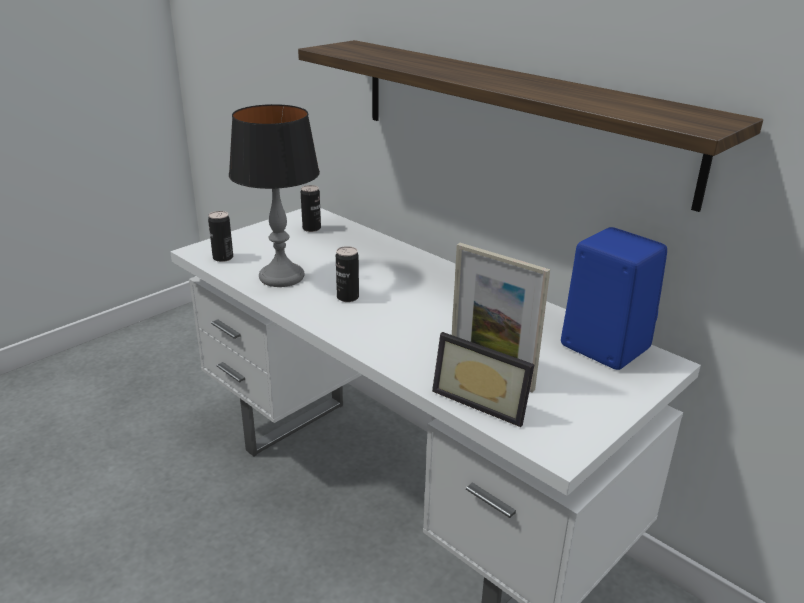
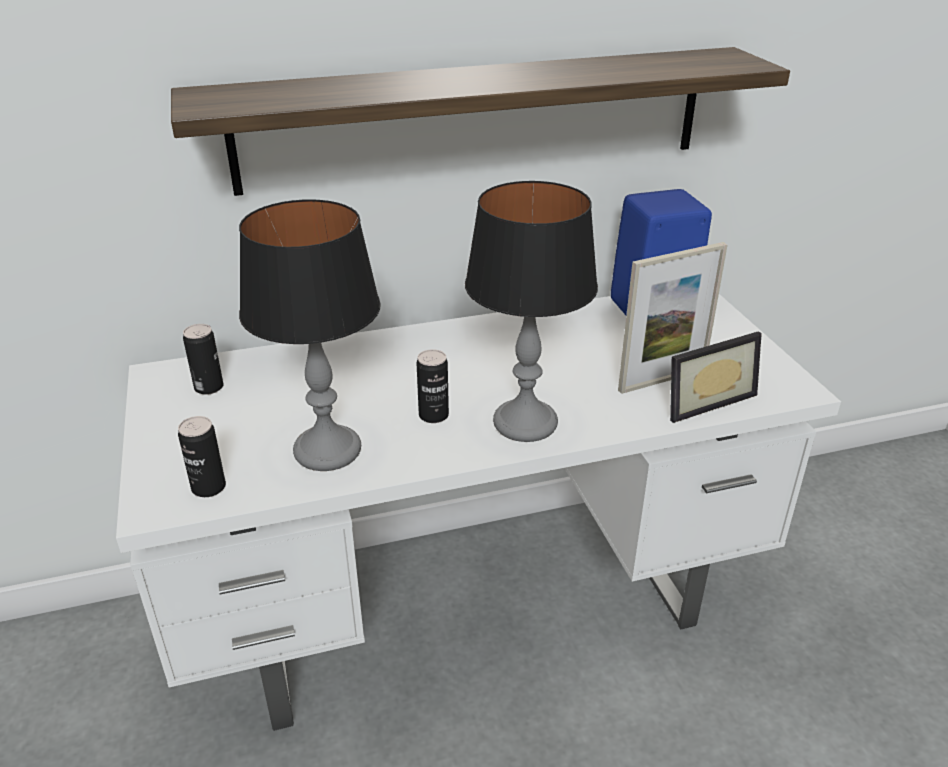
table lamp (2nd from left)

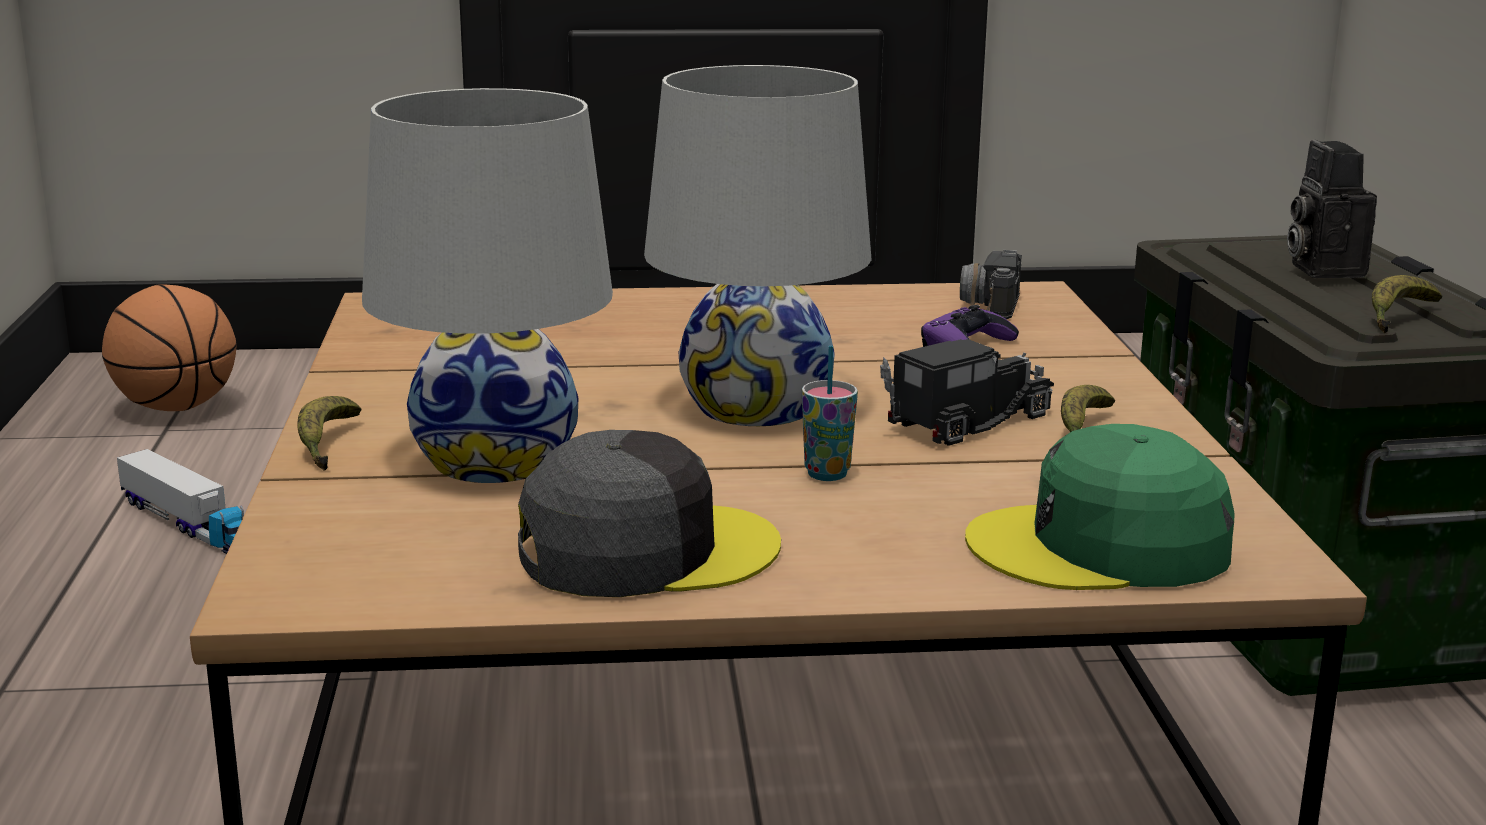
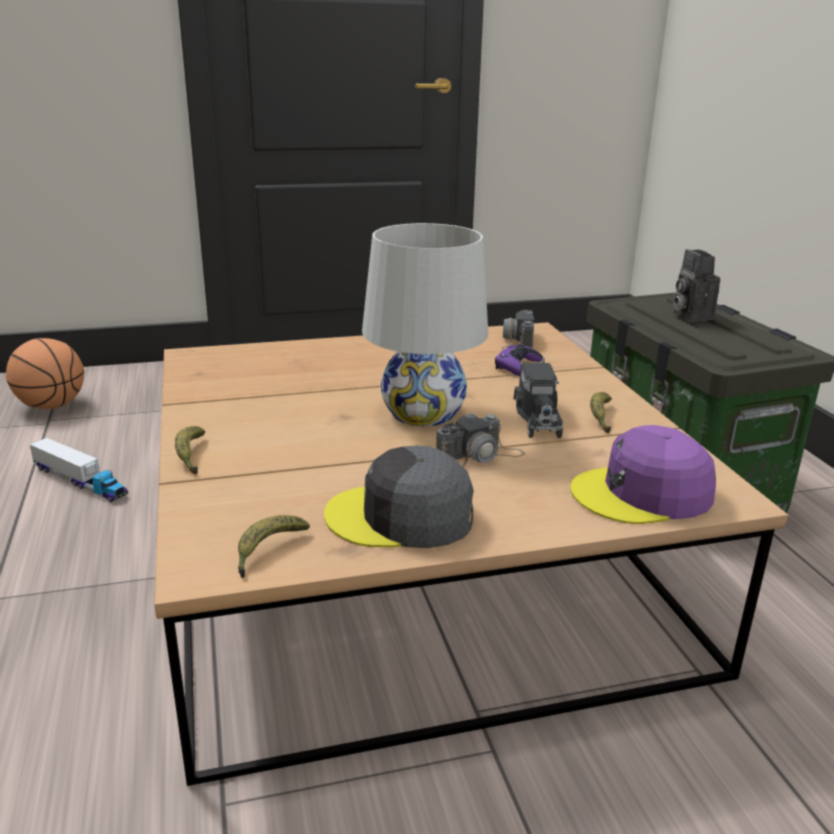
white table lamp (1st from left in the first image); grey cap; photo camera (1st from left); toy truck (2nd from left); purple cap; banana (2nd from left)

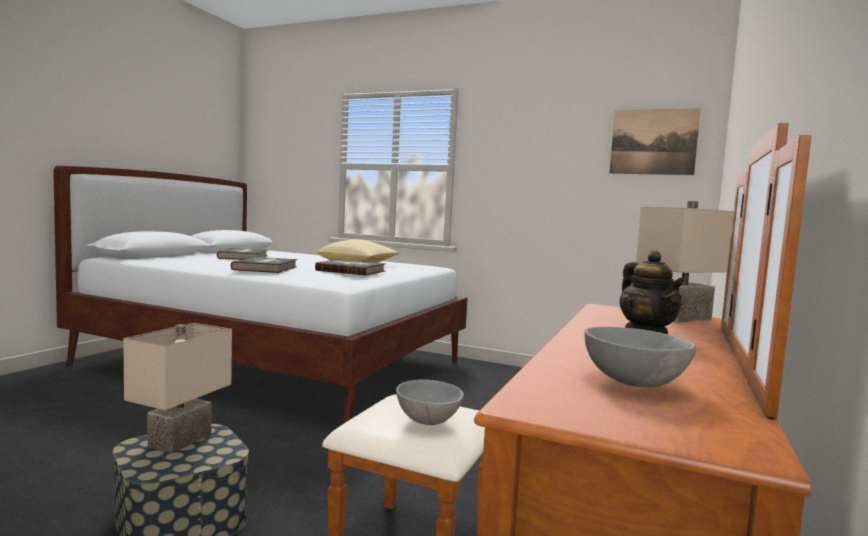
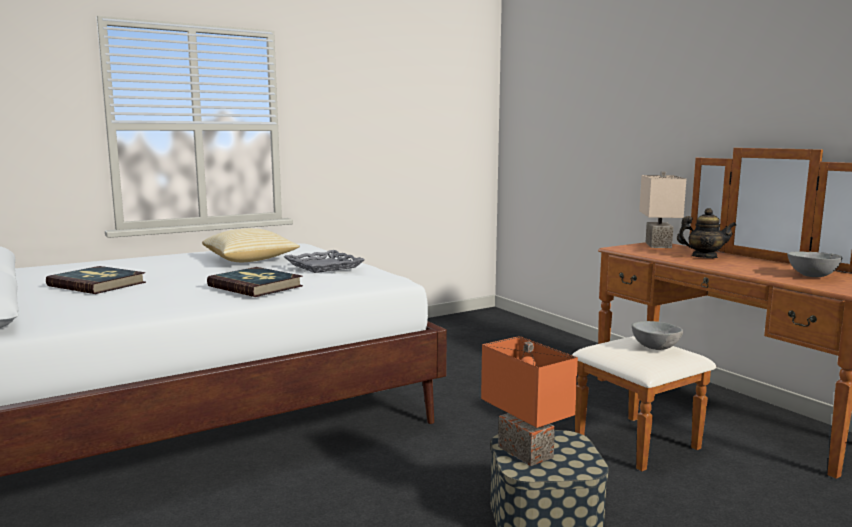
orange table lamp; grey tray; picture

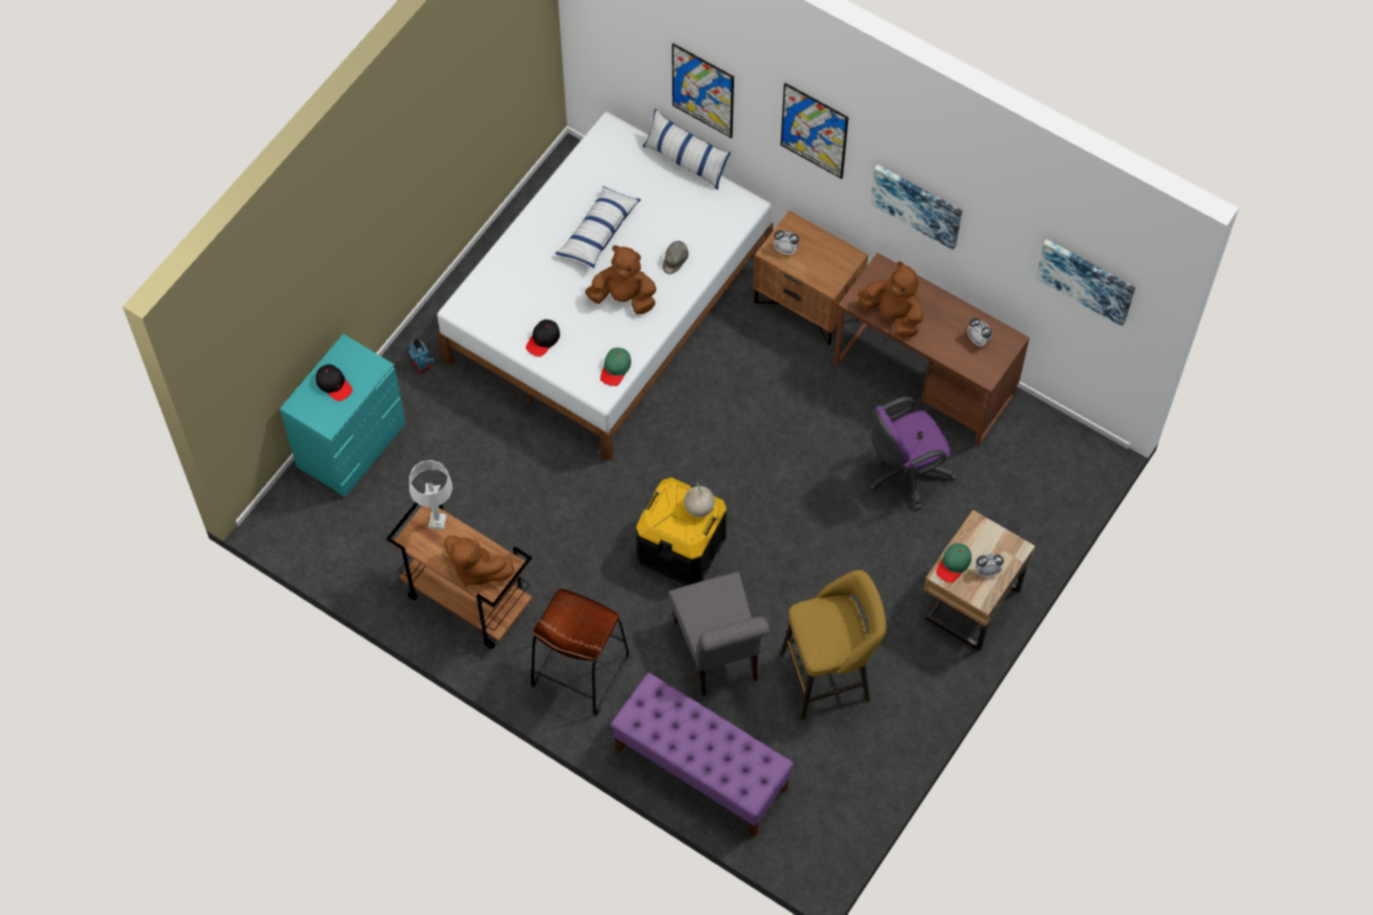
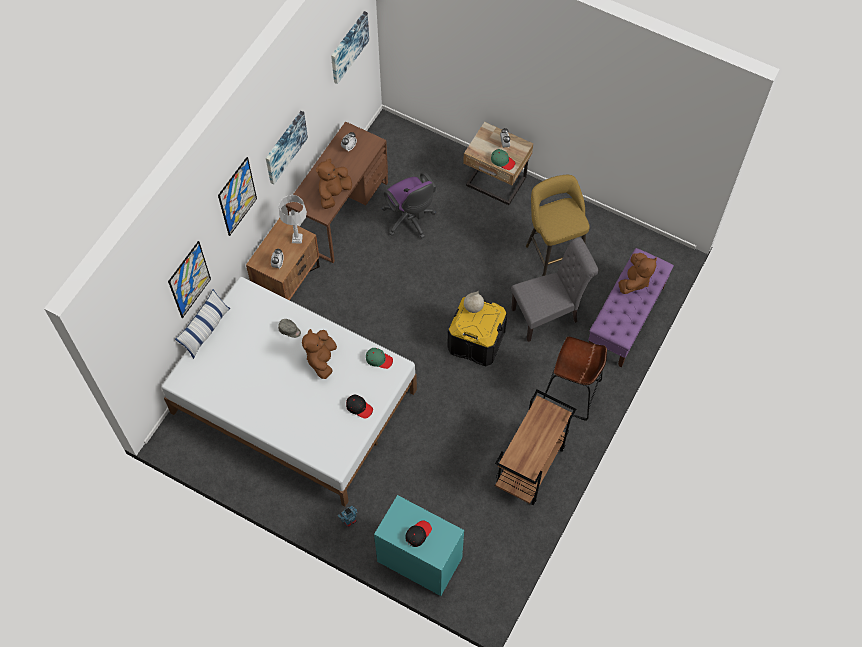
grey table lamp; brown plush toy (3rd from left); pillow (1st from left in the first image)

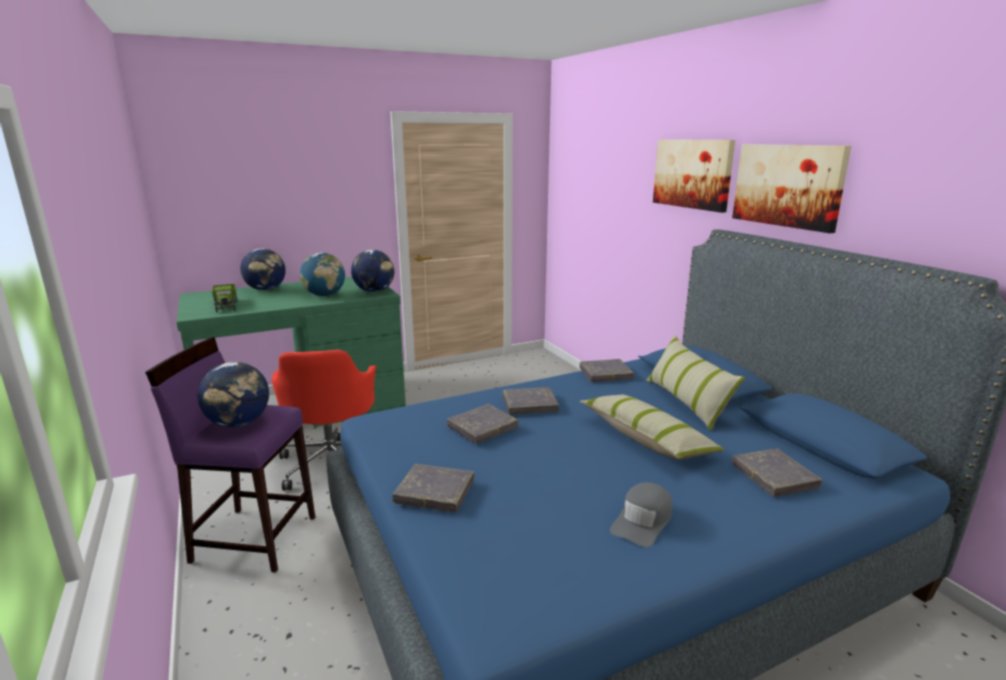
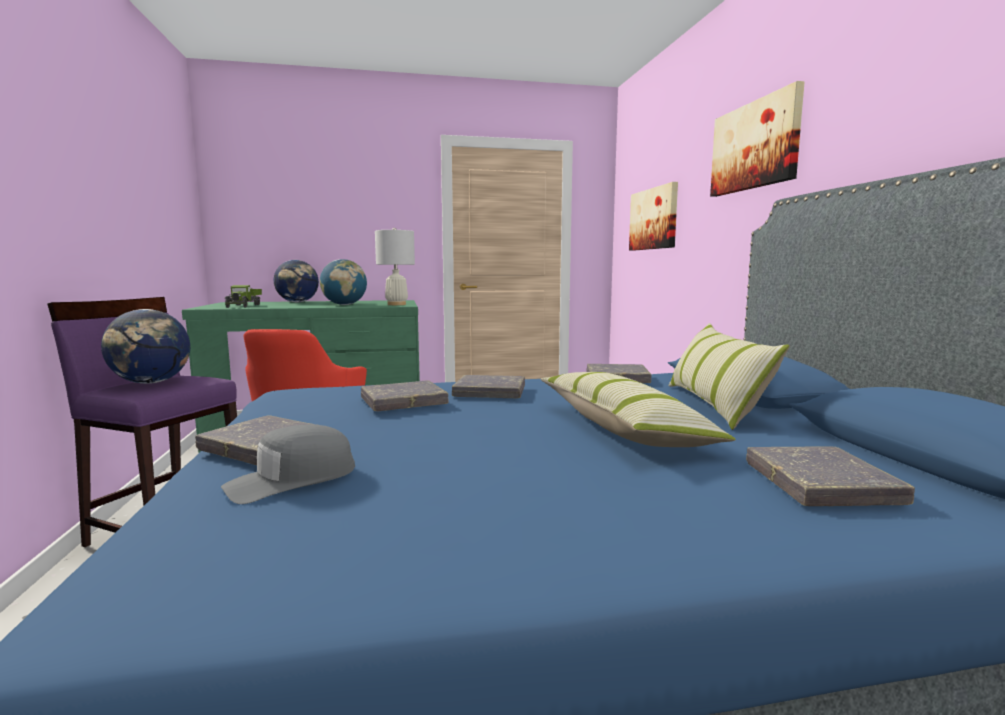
white table lamp; grey cap; picture (1st from left)

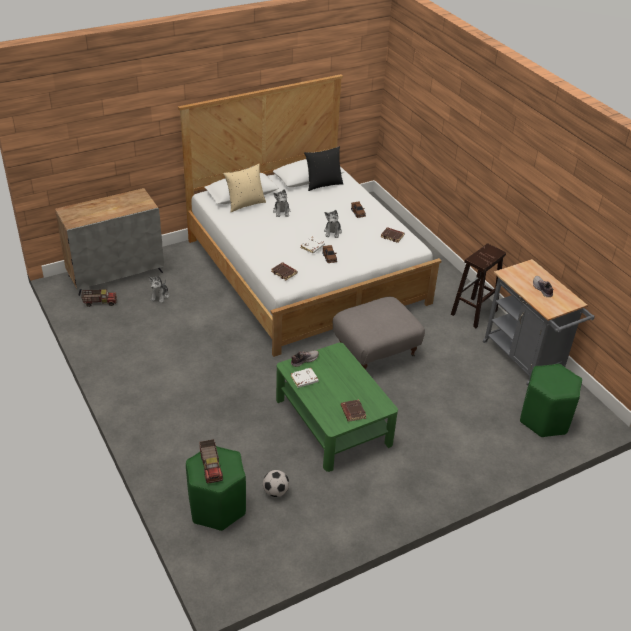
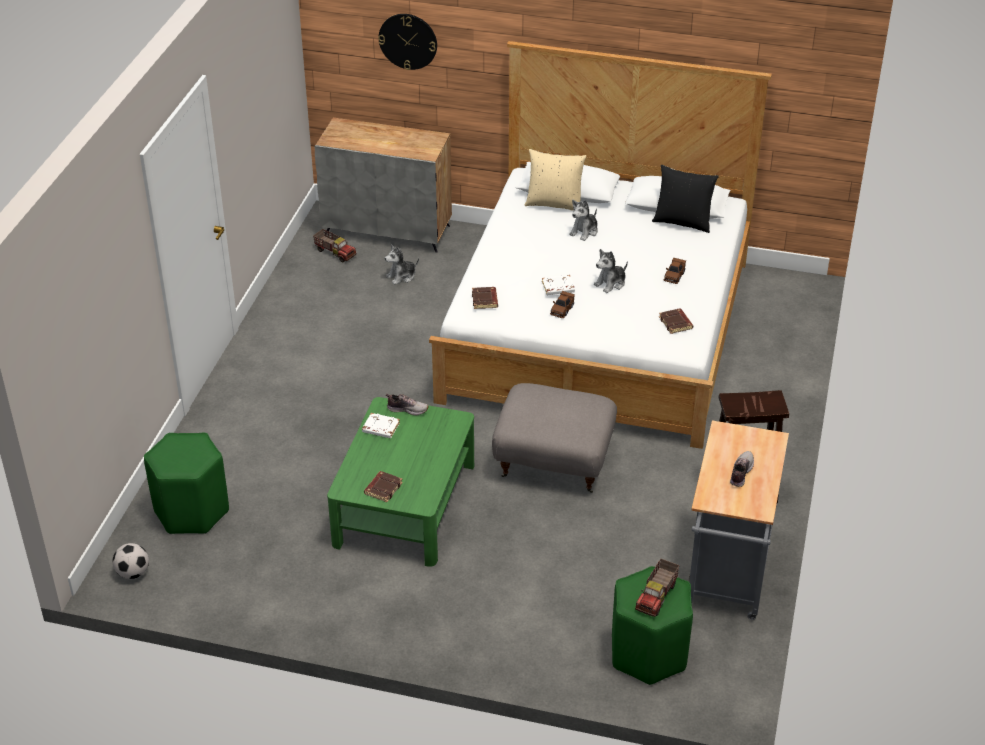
toy truck (2nd from left); football; wall clock

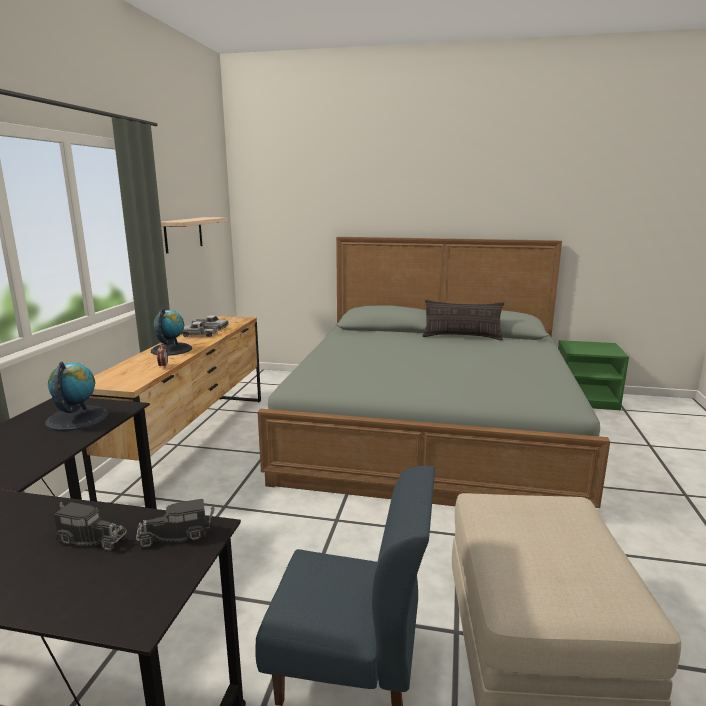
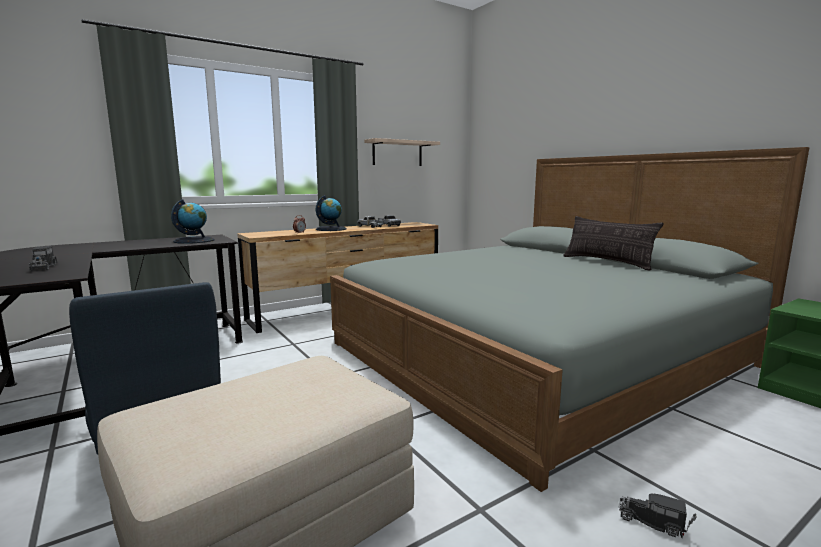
toy truck (4th from left)

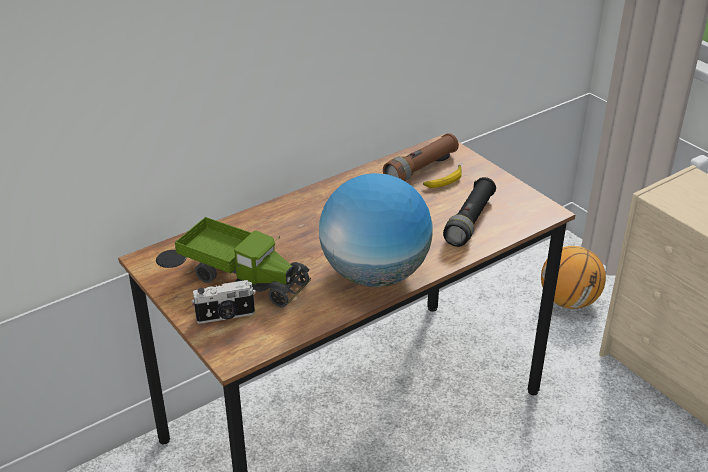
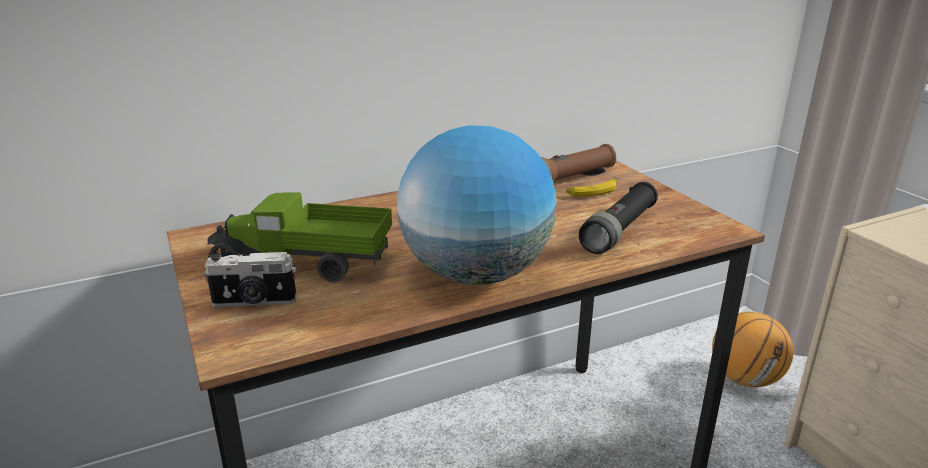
toy truck

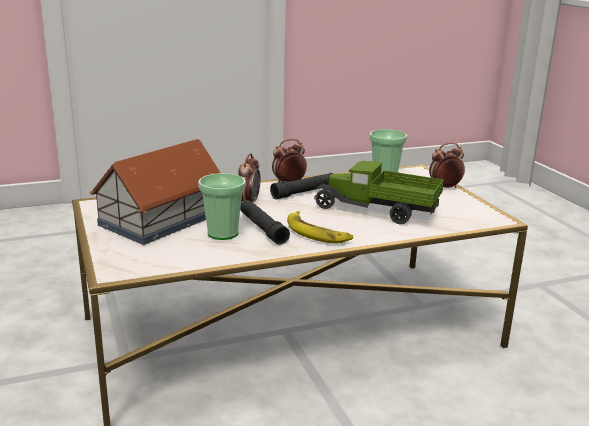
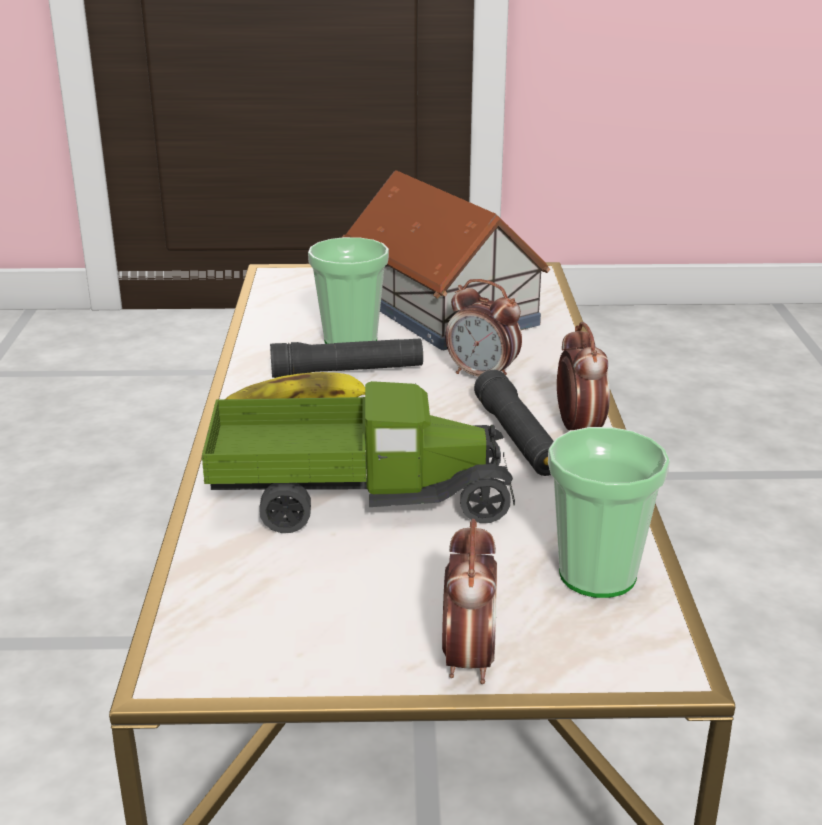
toy truck

